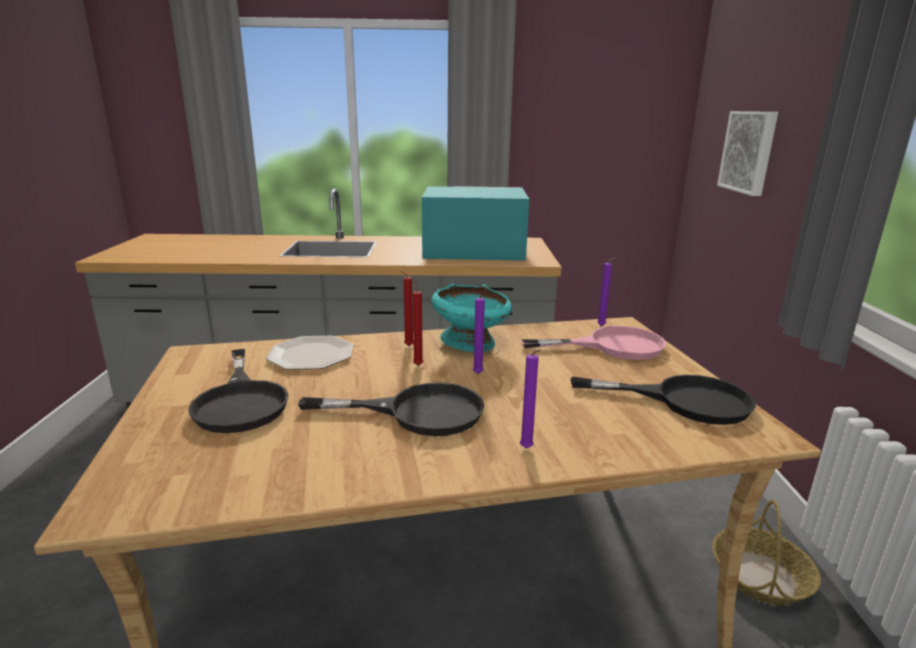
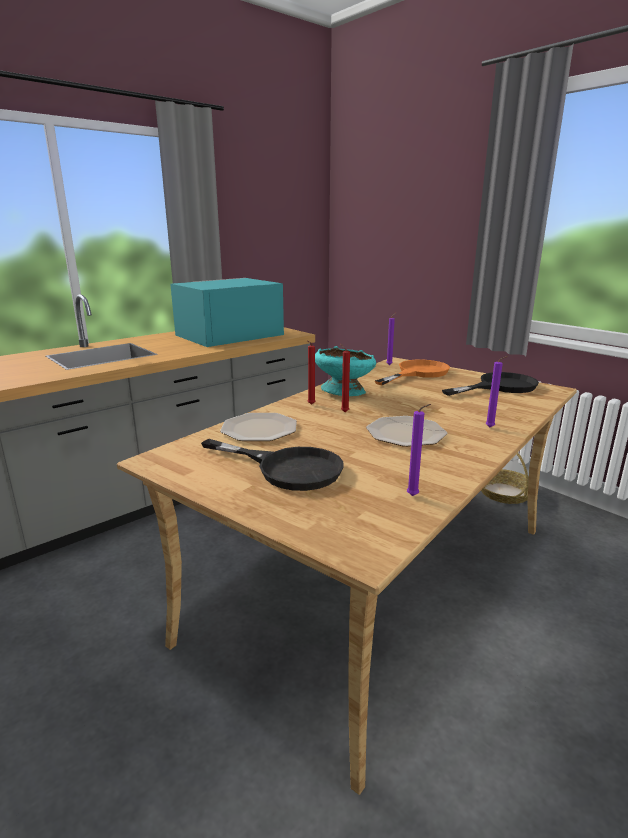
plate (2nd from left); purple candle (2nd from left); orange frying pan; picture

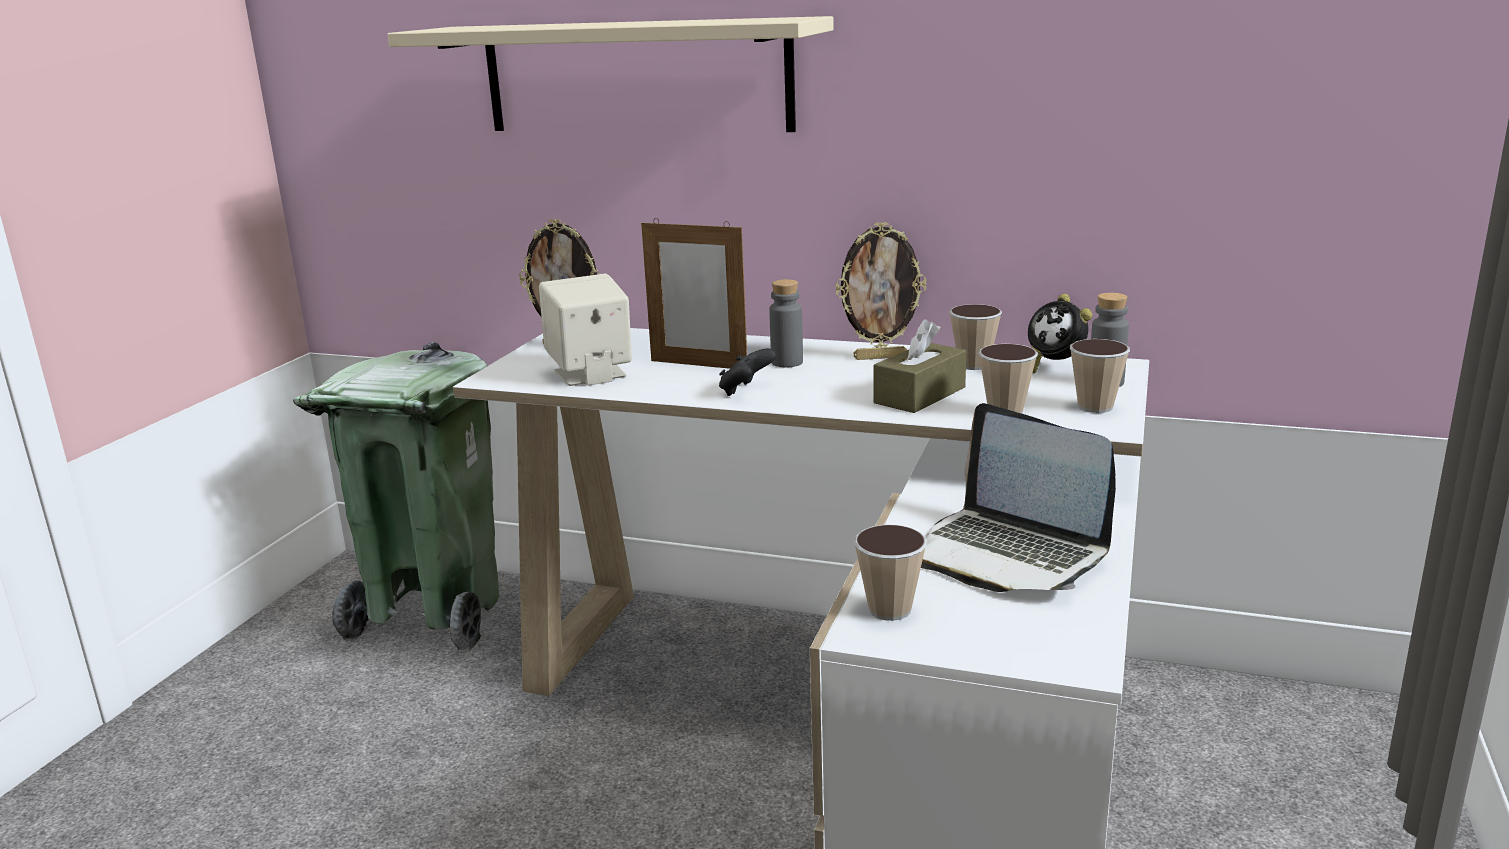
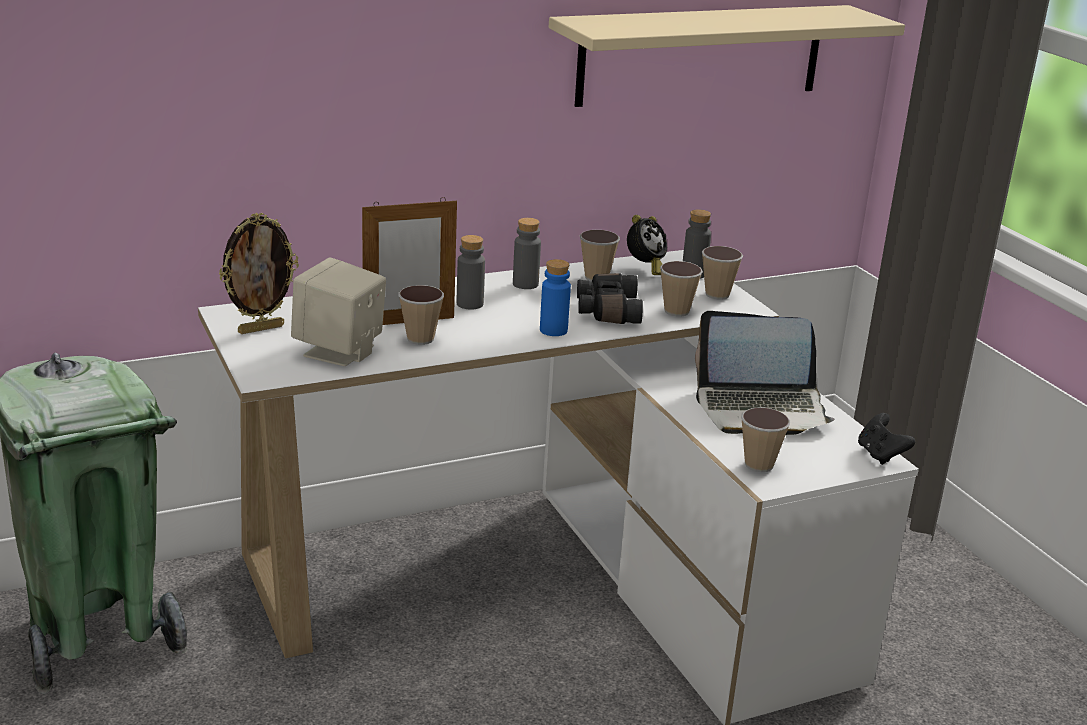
beige shelf; black game controller; grey bottle (2nd from left); black binoculars; alarm clock; cup (1st from left); blue bottle

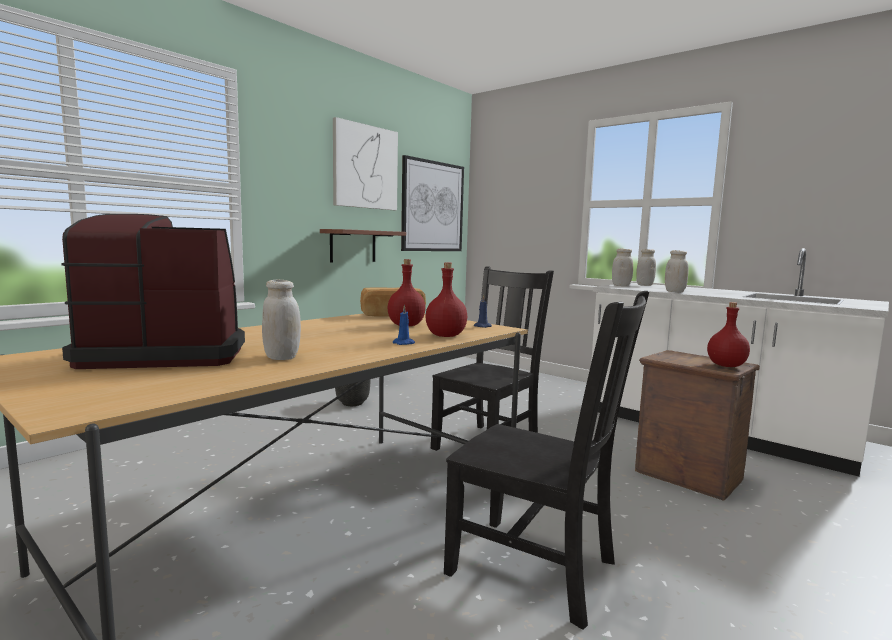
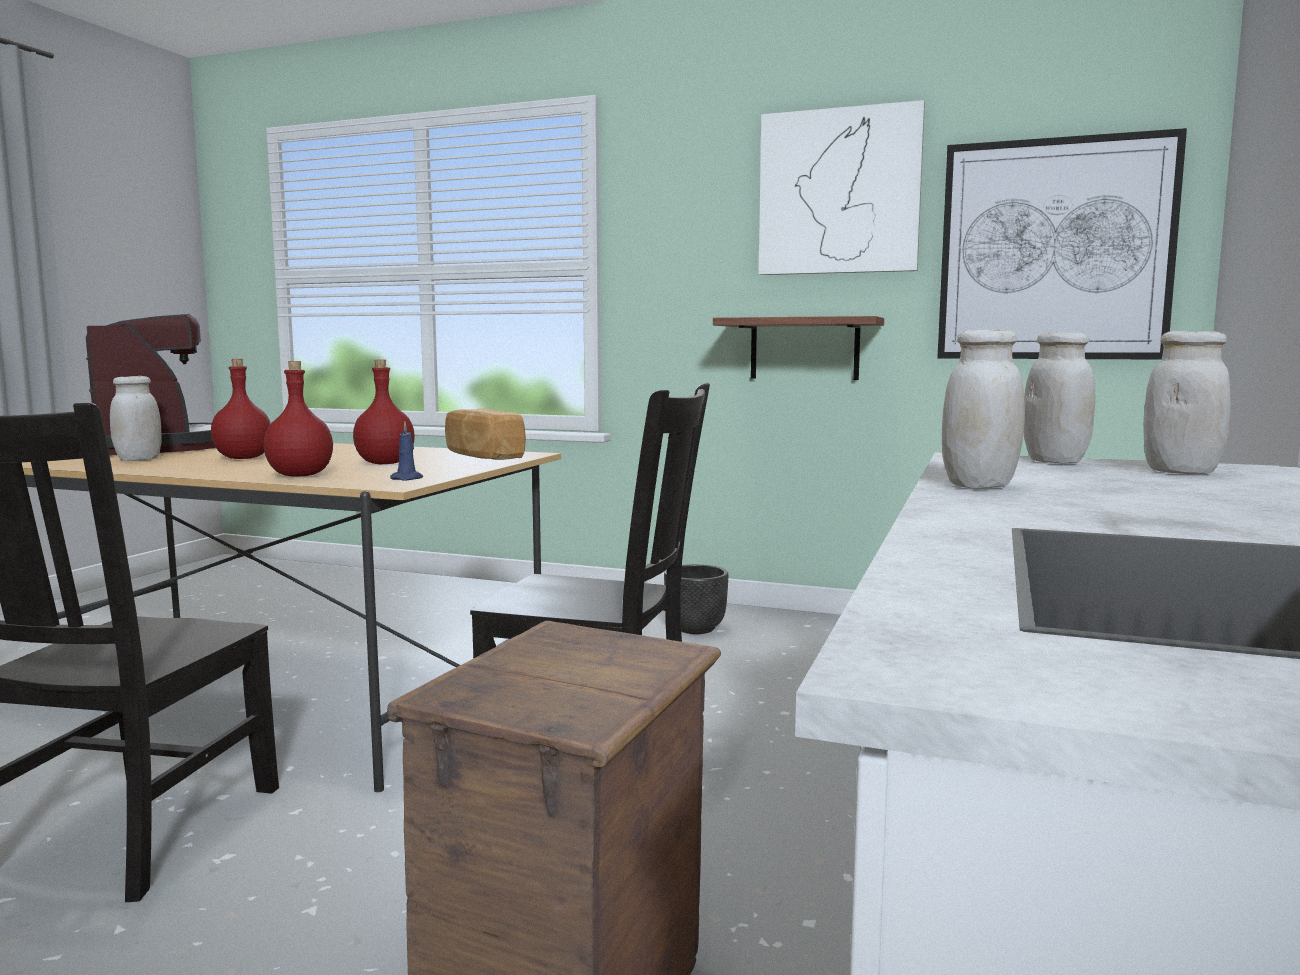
blue candle (1st from left in the first image); red bottle (1st from left)

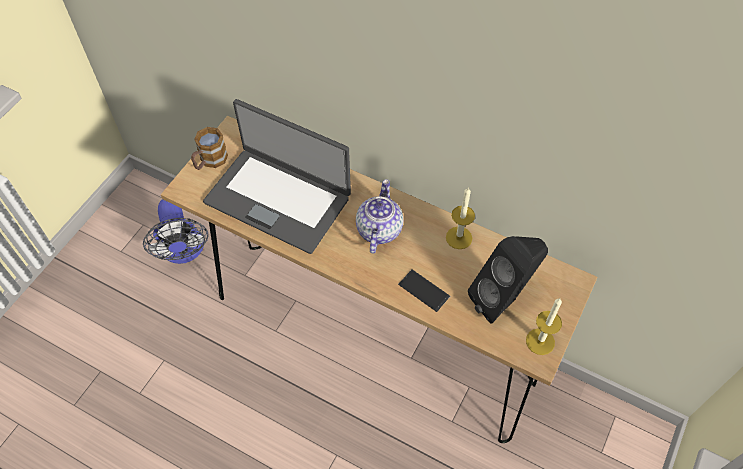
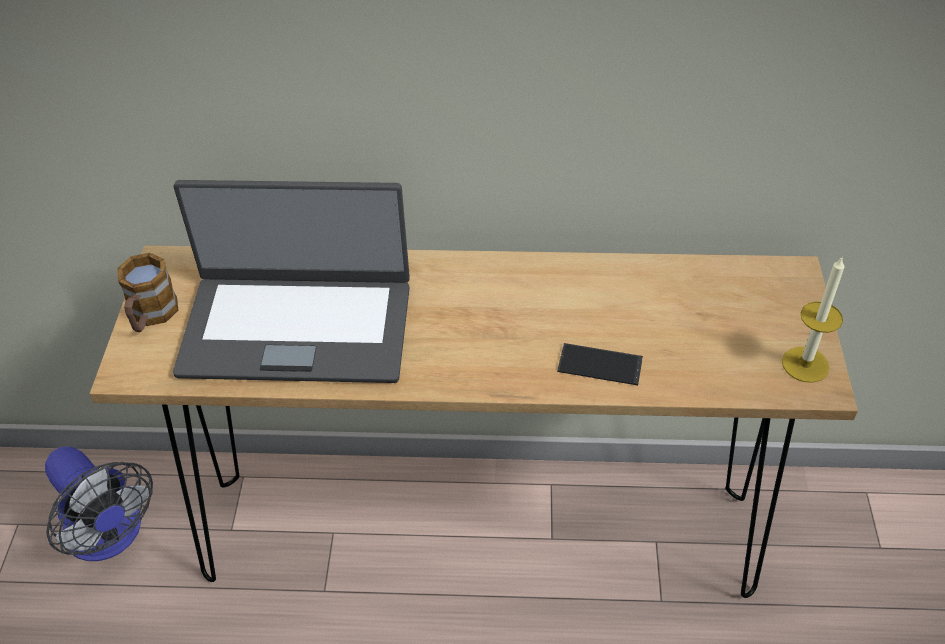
teapot; candle (1st from left in the first image); black speaker

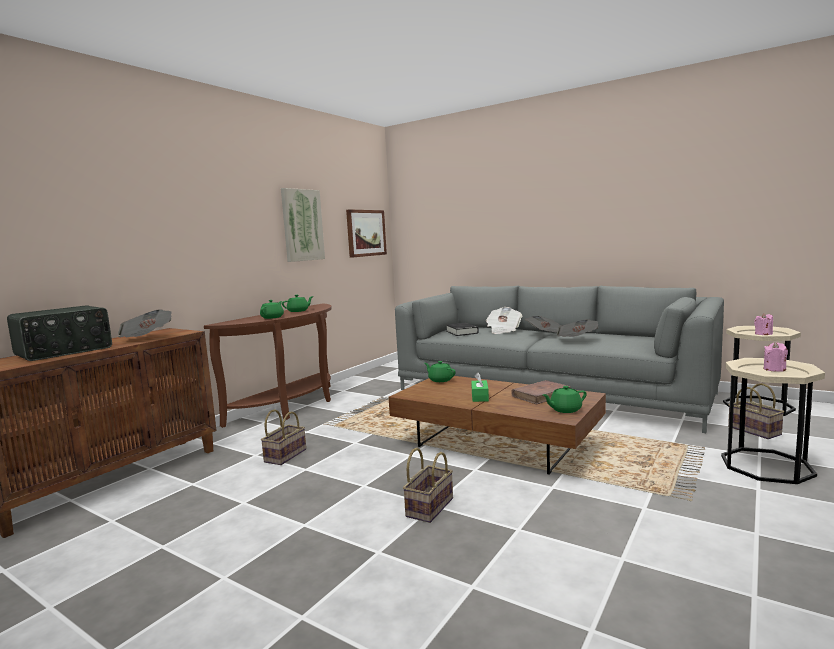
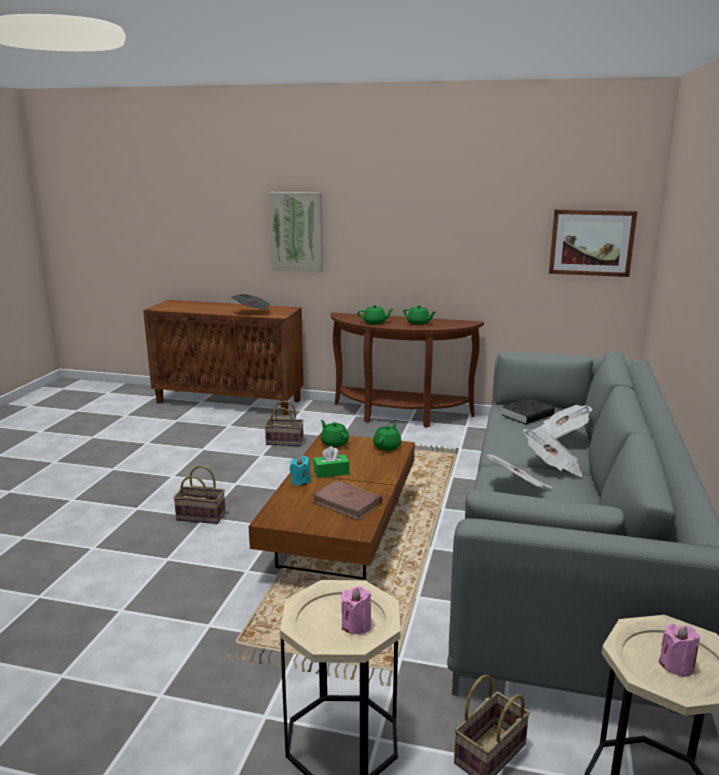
radio; picture (1st from left); green teapot (1st from left); turquoise candle

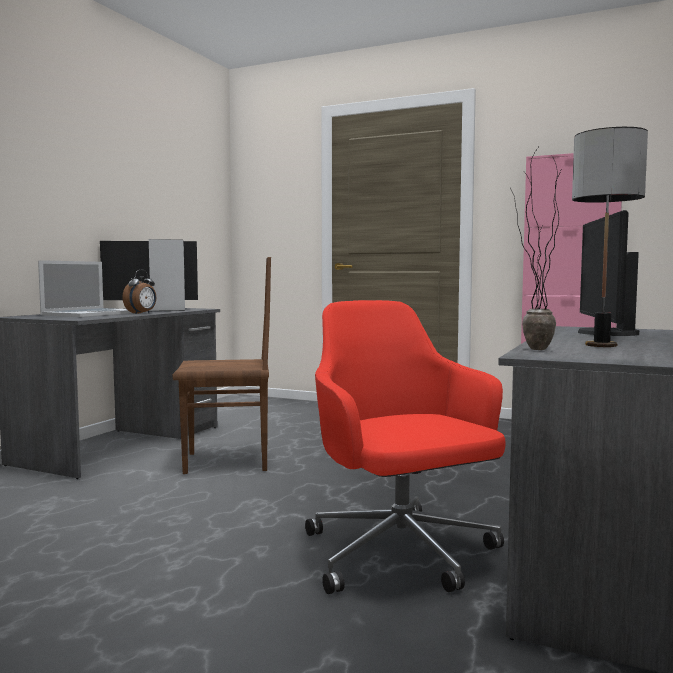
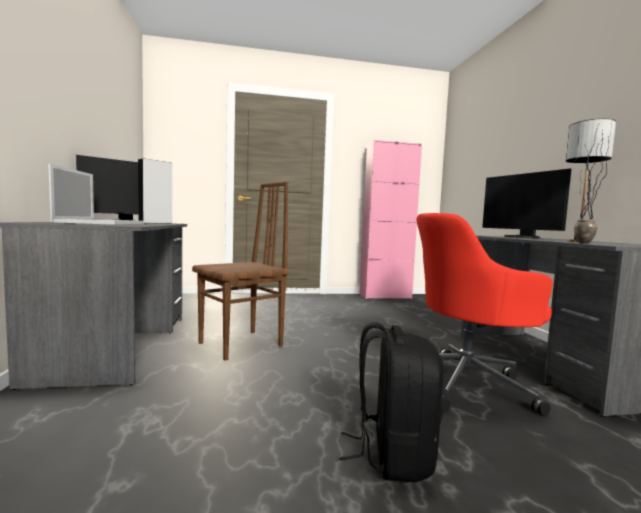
alarm clock; red office chair; black backpack

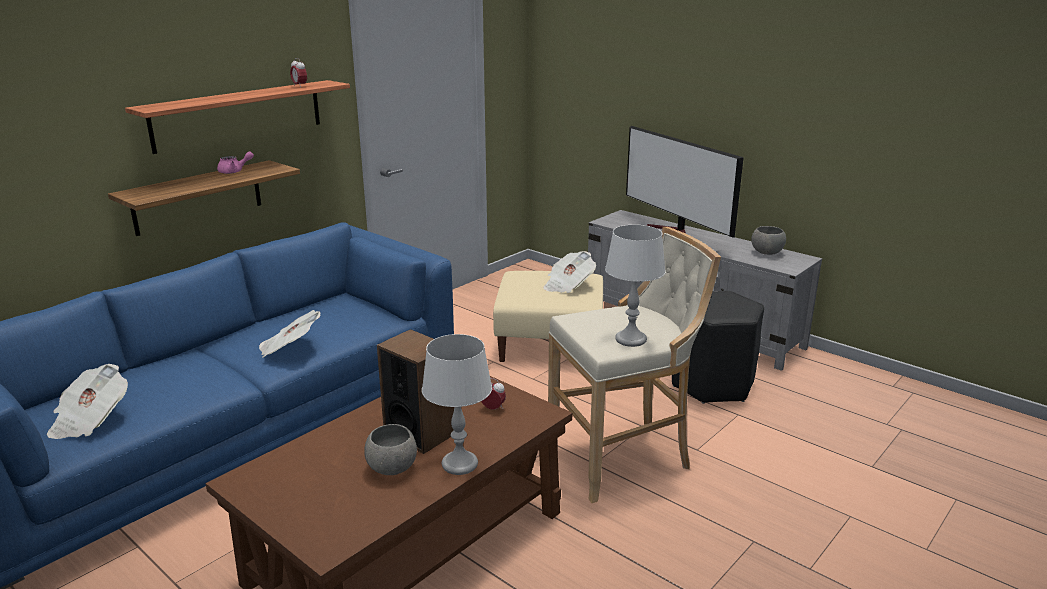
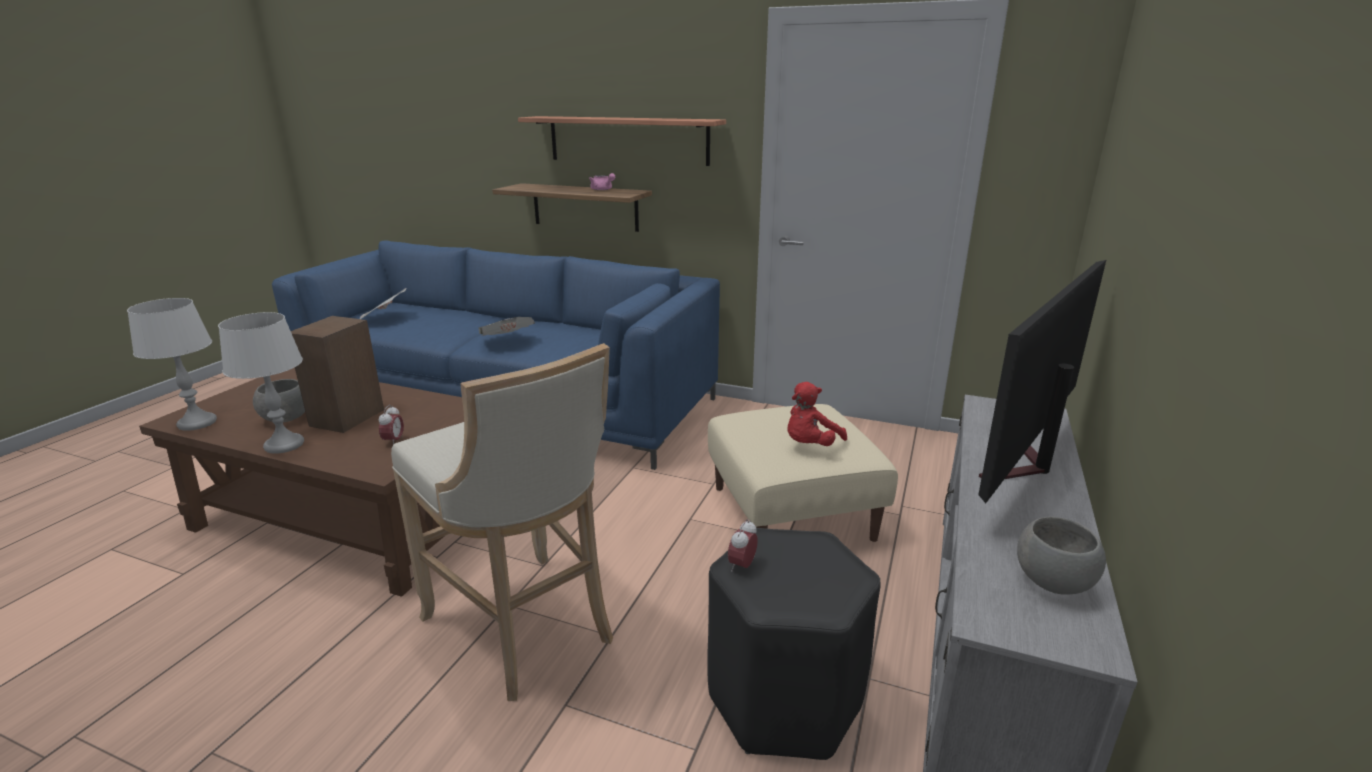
alarm clock (2nd from left); red plush toy; grey table lamp (1st from left)

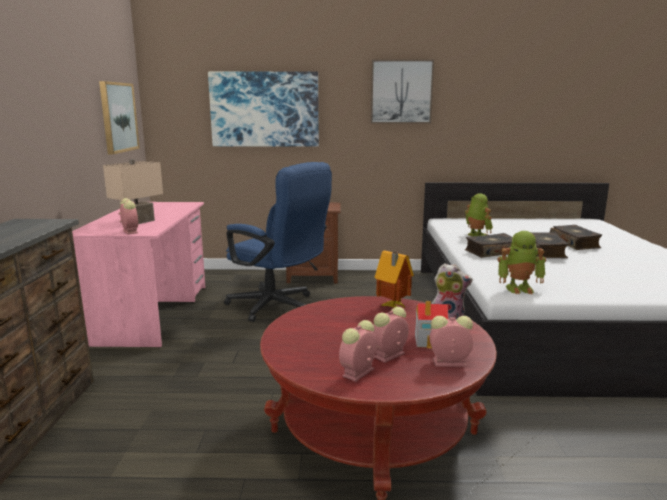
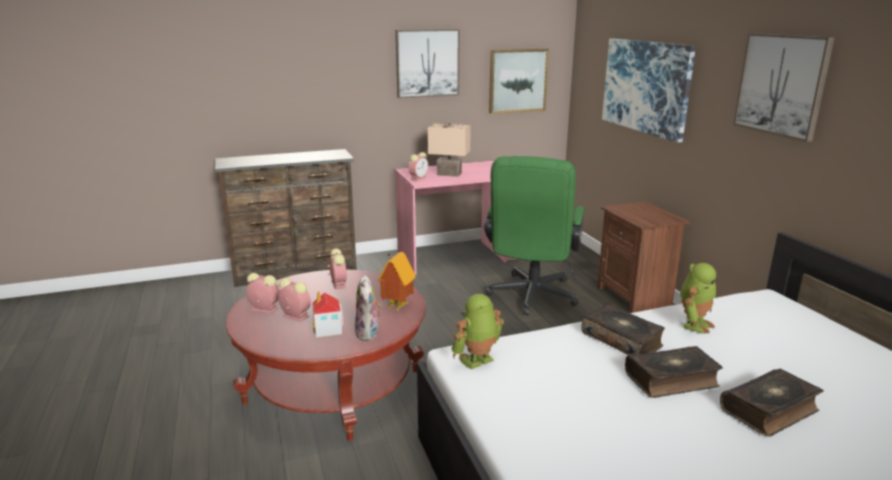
green office chair; alarm clock (3rd from left); toy robot (1st from left); picture (1st from left)

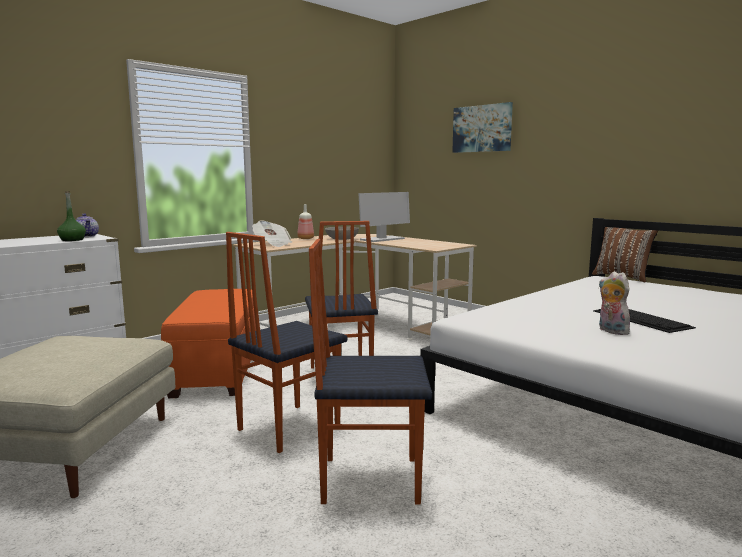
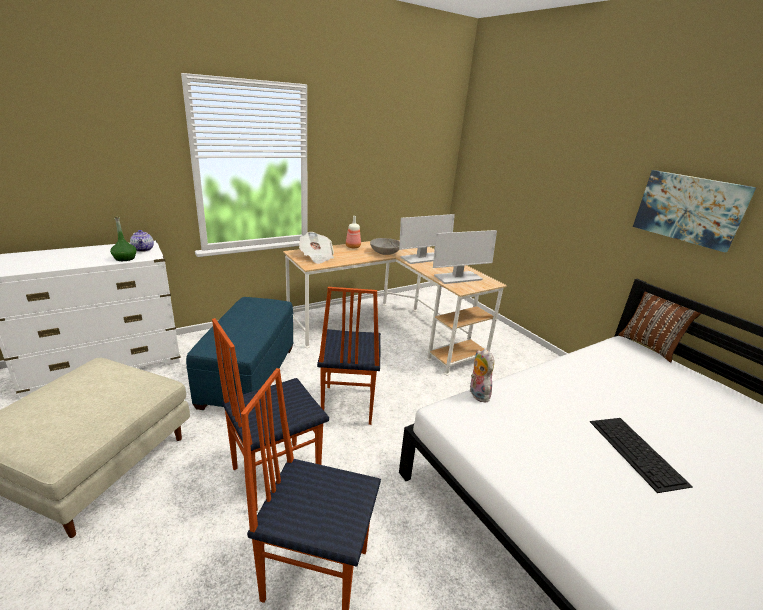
blue ottoman; picture; plush toy; monitor (2nd from left)

